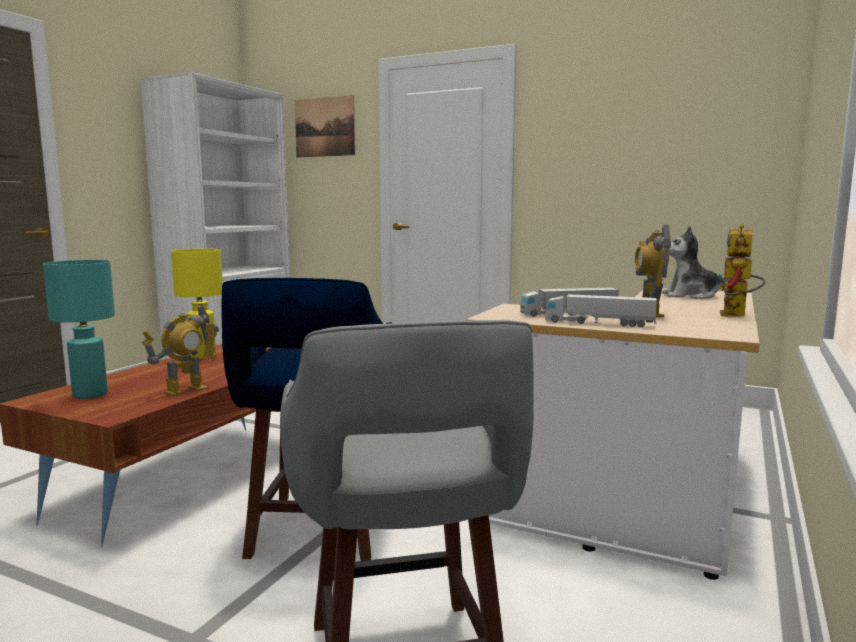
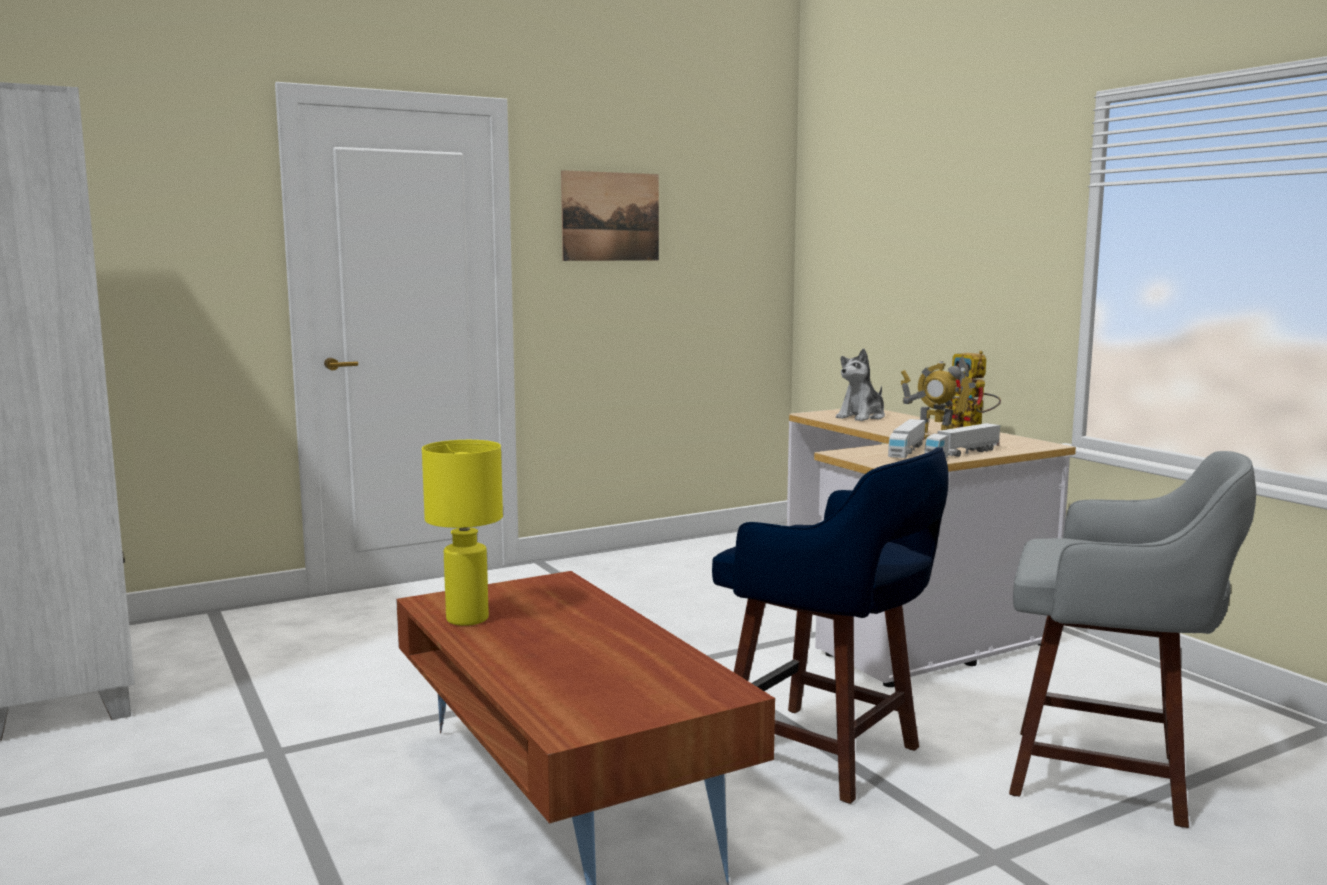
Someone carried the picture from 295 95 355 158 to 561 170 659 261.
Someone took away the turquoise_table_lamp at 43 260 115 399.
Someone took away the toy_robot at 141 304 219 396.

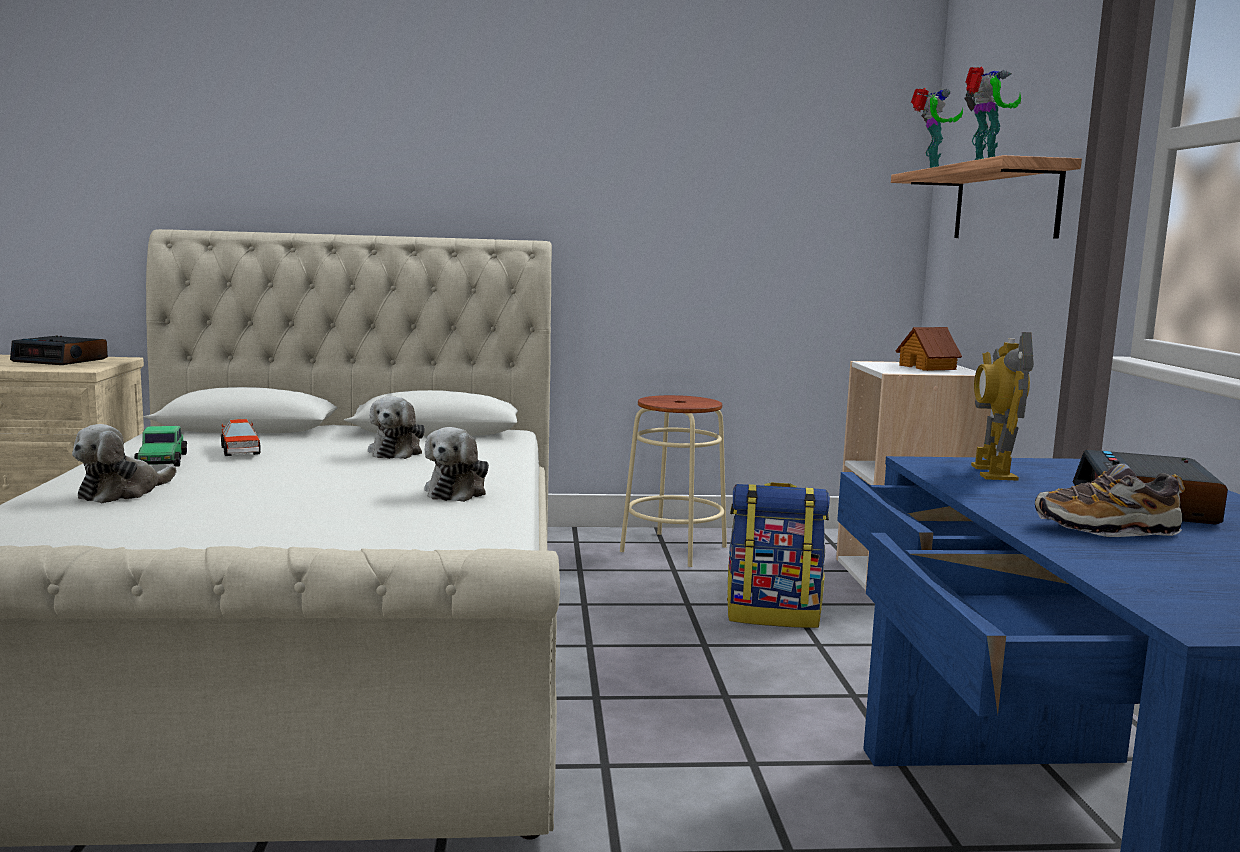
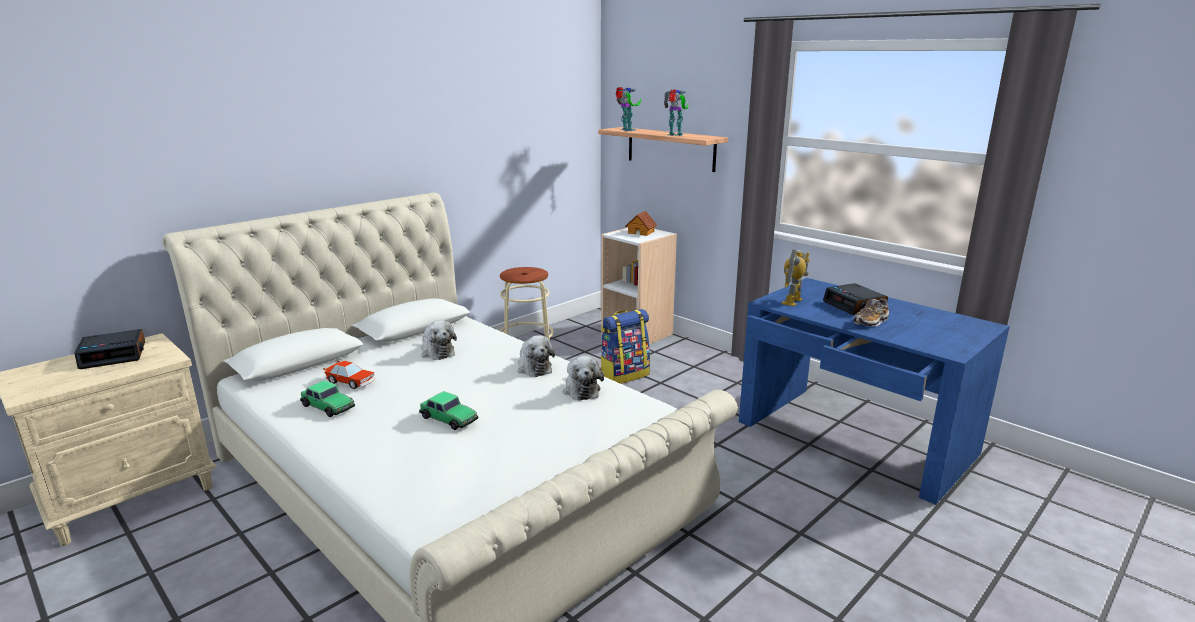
Someone rotated the toy_robot at 971 332 1034 481 by 75 degrees clockwise.
Someone carried the plush_toy from 72 424 177 503 to 563 356 604 401.
Someone put down the toy_car at 419 391 478 430.

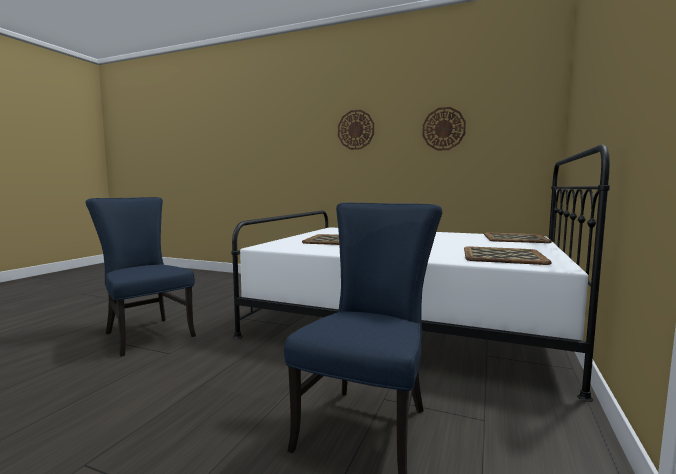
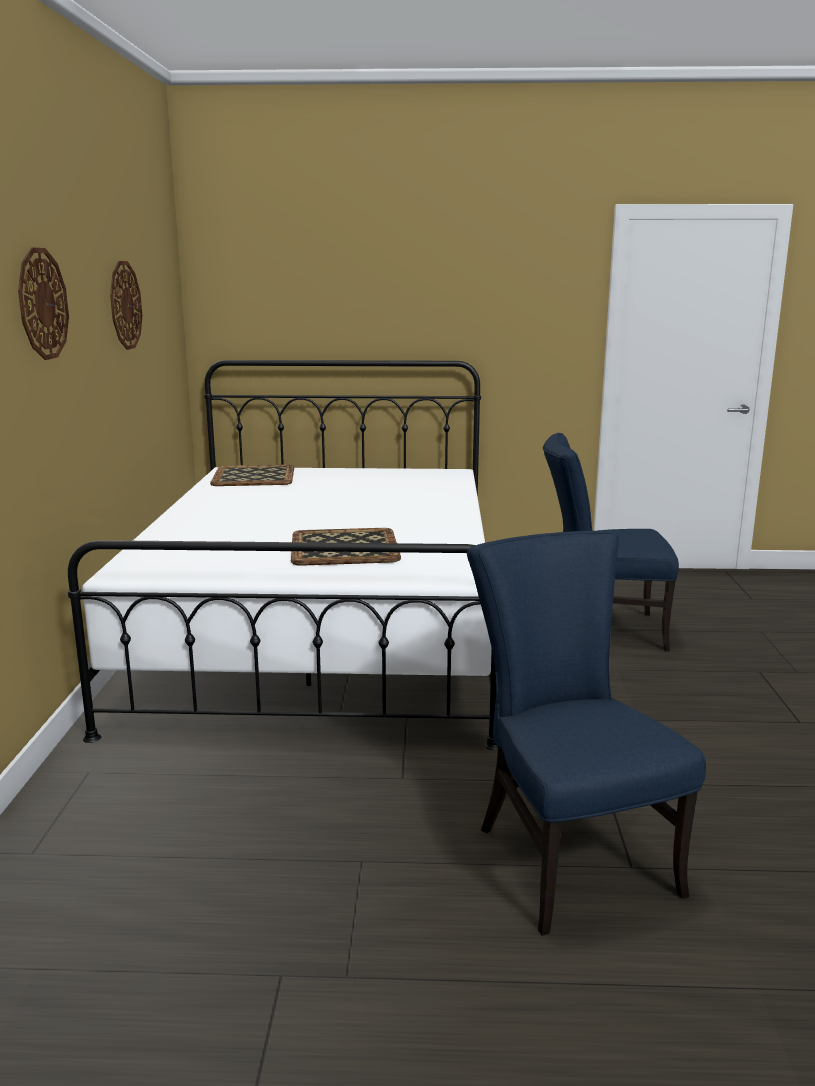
Someone rotated the blue_chair at 86 197 196 357 by 135 degrees clockwise.
Someone took away the tray at 464 247 551 265.

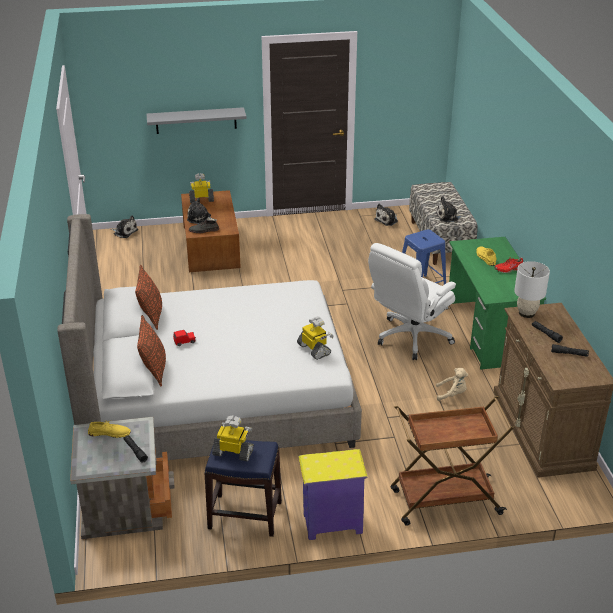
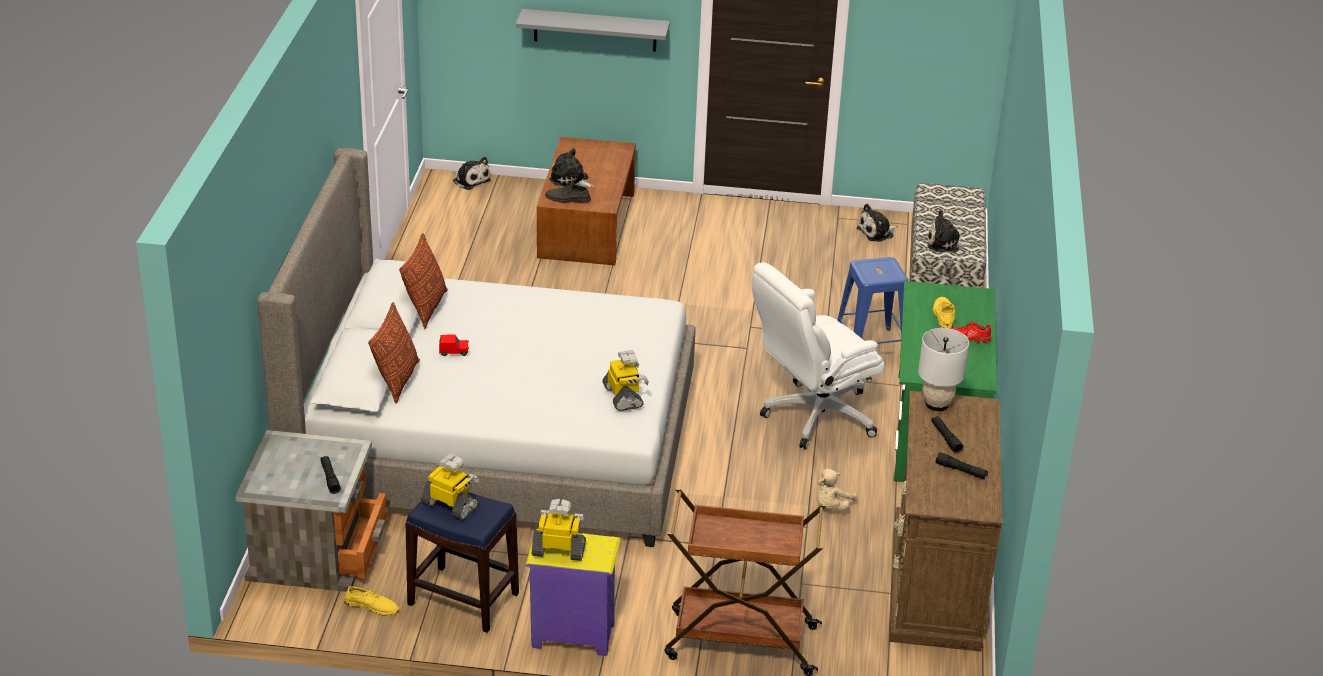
Someone carried the toy_robot from 189 173 214 203 to 532 499 586 561.
Someone rotated the beige_plush_toy at 436 368 468 401 by 105 degrees clockwise.
Someone carried the yellow_shoe from 88 420 131 438 to 344 586 399 616.

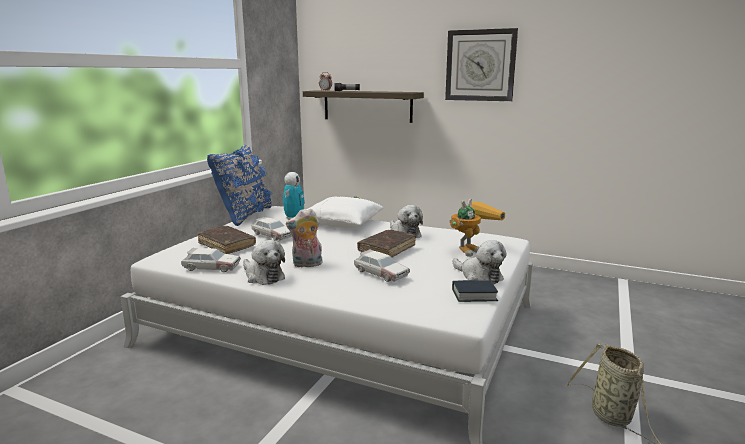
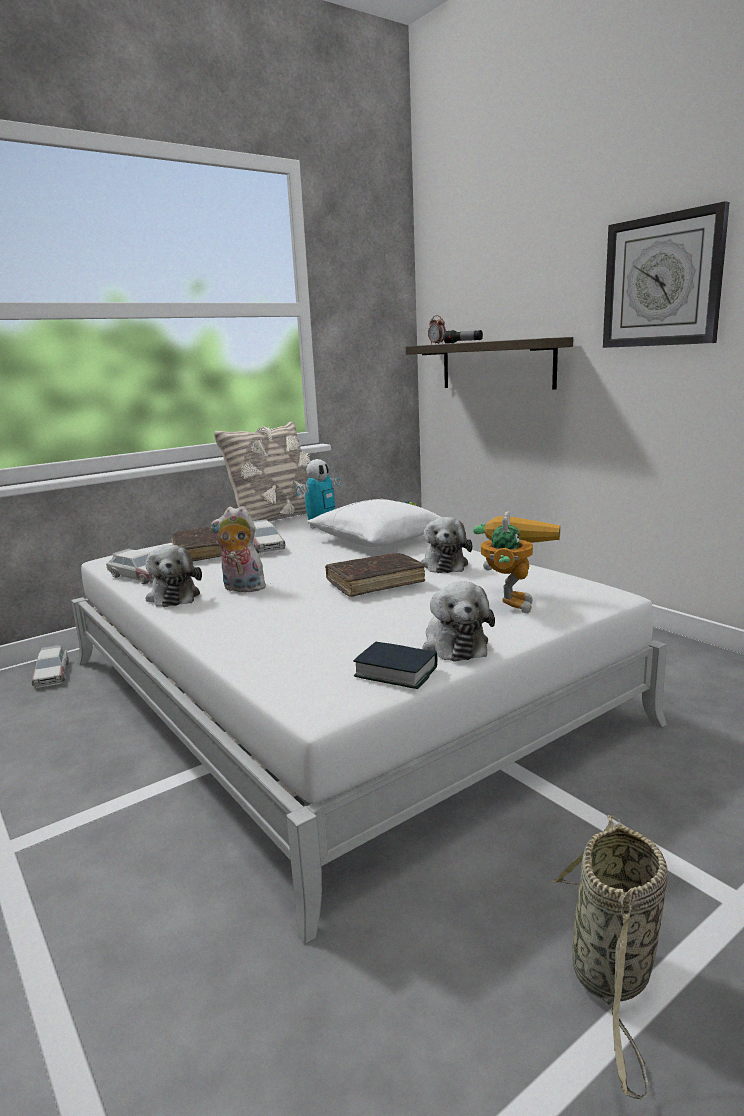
Someone repainted the blue_pillow at 207 145 273 226, which became the beige_pillow at 214 422 311 521.
Someone rotated the toy_robot at 449 198 505 257 by 60 degrees counterclockwise.
Someone carried the toy_car from 354 249 410 282 to 32 645 69 688.

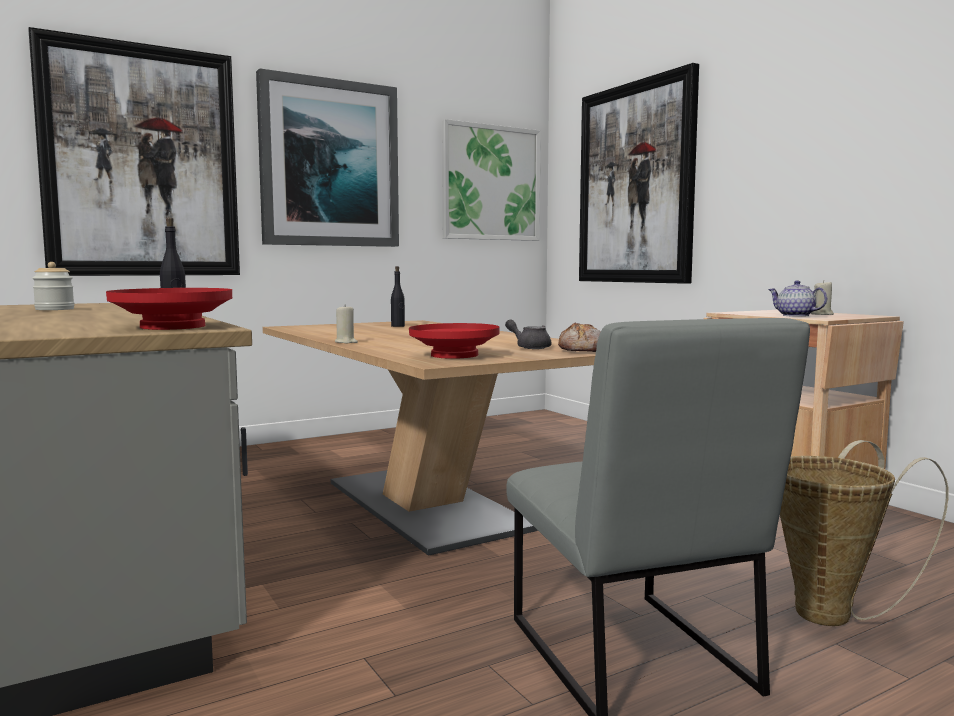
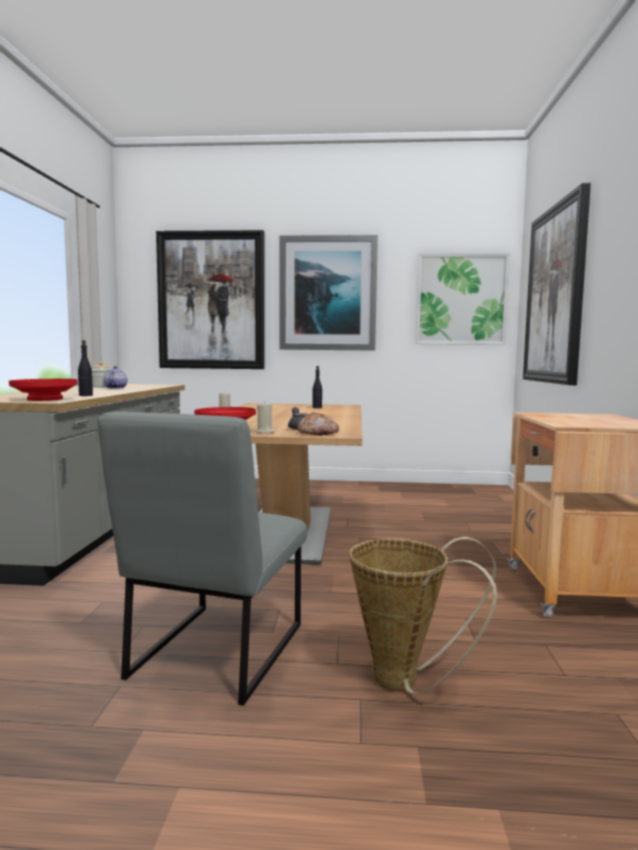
Someone carried the teapot from 768 280 827 317 to 103 366 127 389.
Someone carried the beige_candle from 810 281 834 315 to 255 401 275 433.

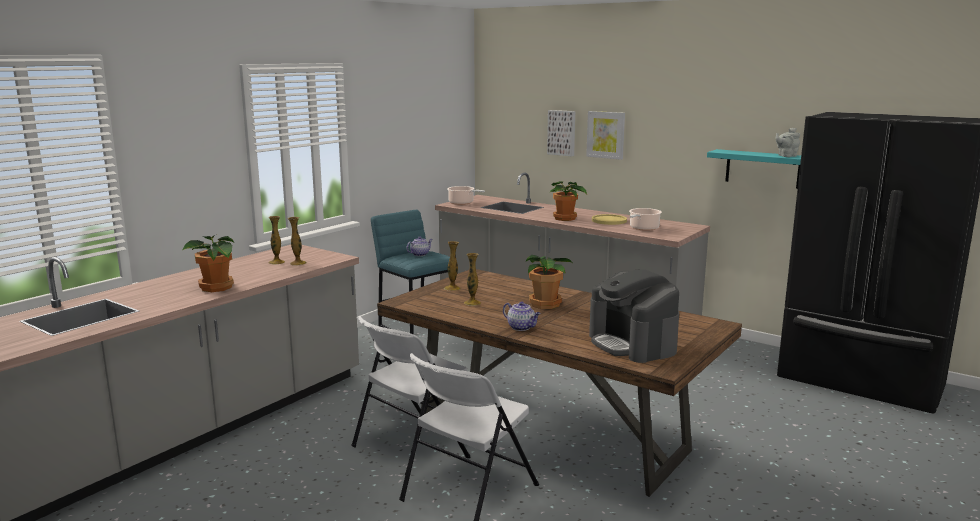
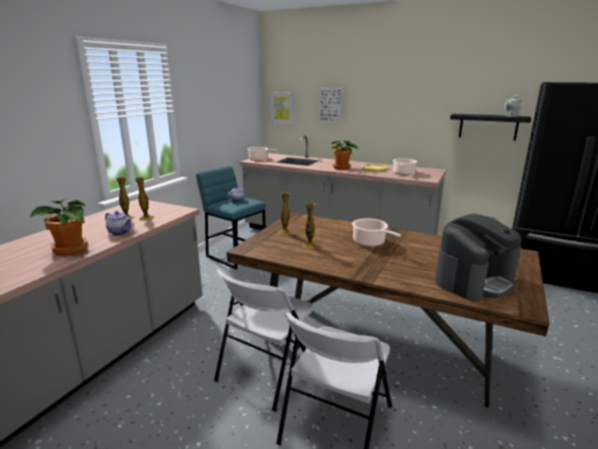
Someone carried the picture from 586 111 625 160 to 270 92 294 125.
Someone repainted the turquoise_shelf at 707 149 801 189, which became the black_shelf at 450 114 531 141.
Someone swapped the potted_plant at 525 255 572 309 for the cooking_pot at 352 218 401 247.
Someone rotated the coffee_machine at 589 269 679 363 by 90 degrees counterclockwise.
Someone carried the teapot from 503 301 541 331 to 105 211 131 235.

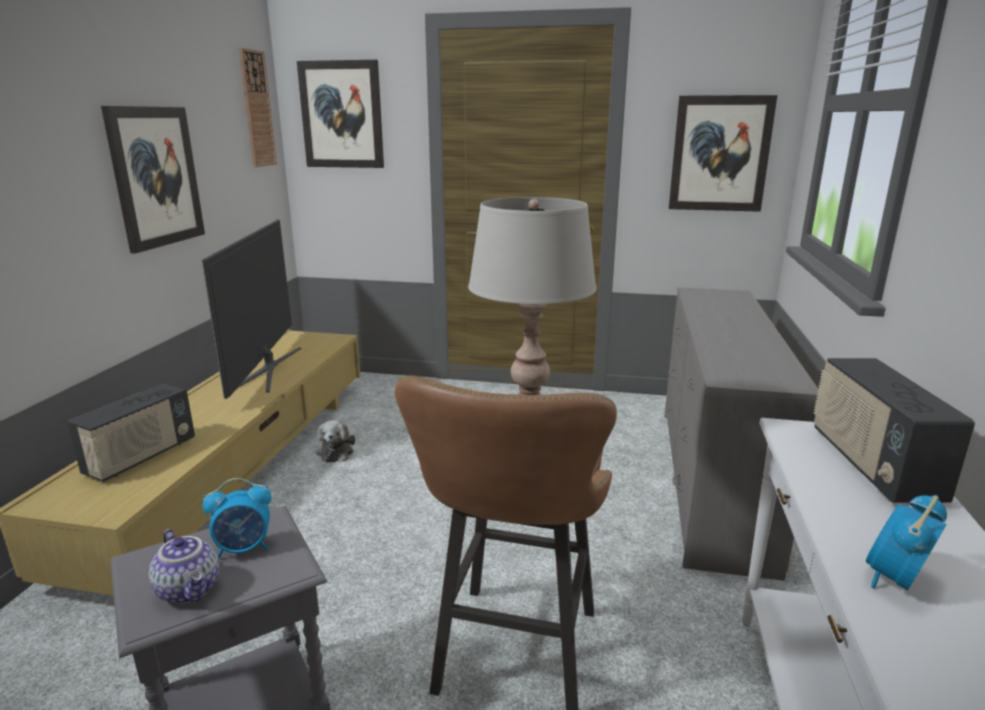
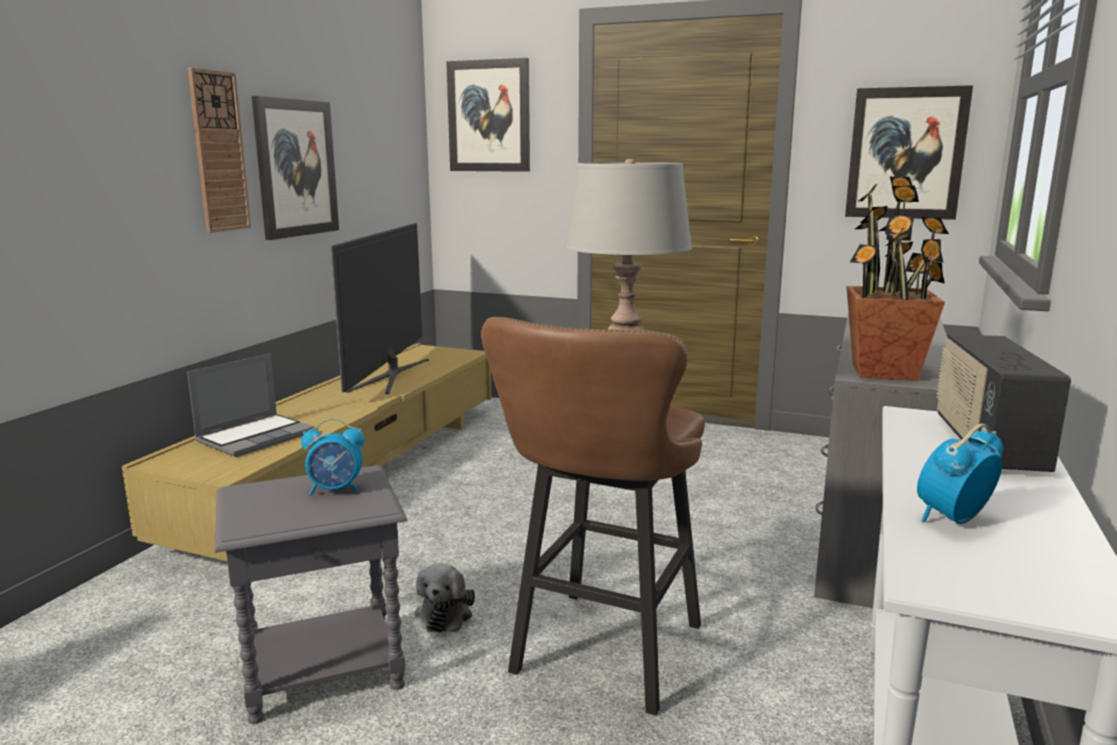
Someone carried the wall_clock from 239 48 277 167 to 188 68 251 233.
Someone swapped the radio at 67 384 195 482 for the laptop at 187 354 315 457.
Someone carried the plush_toy from 317 420 355 462 to 415 563 475 632.
Someone took away the teapot at 149 529 220 604.
Someone put down the potted_plant at 846 177 949 381.

